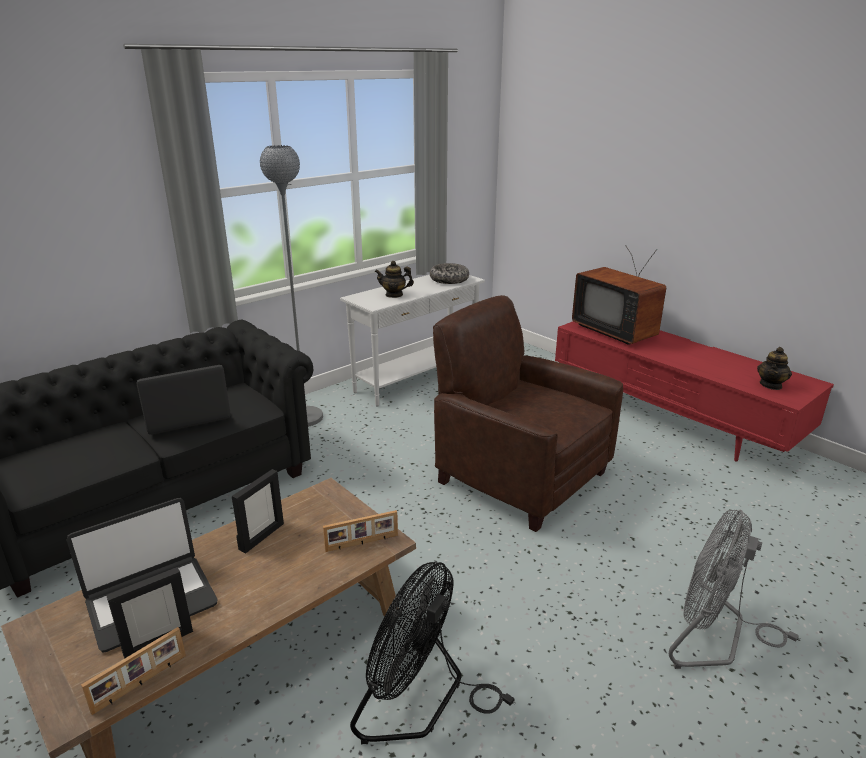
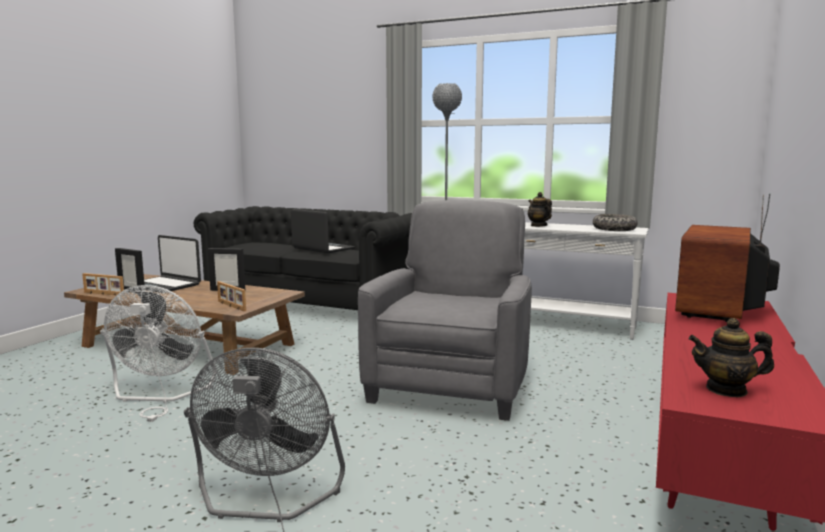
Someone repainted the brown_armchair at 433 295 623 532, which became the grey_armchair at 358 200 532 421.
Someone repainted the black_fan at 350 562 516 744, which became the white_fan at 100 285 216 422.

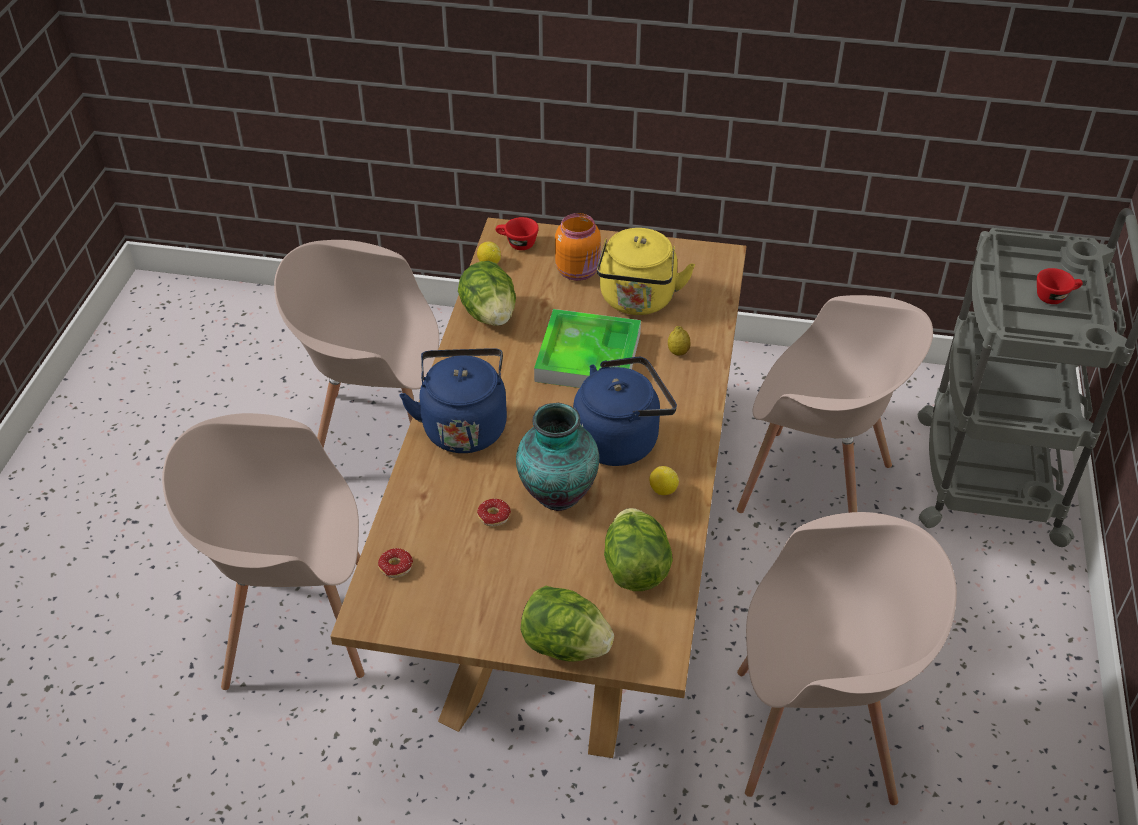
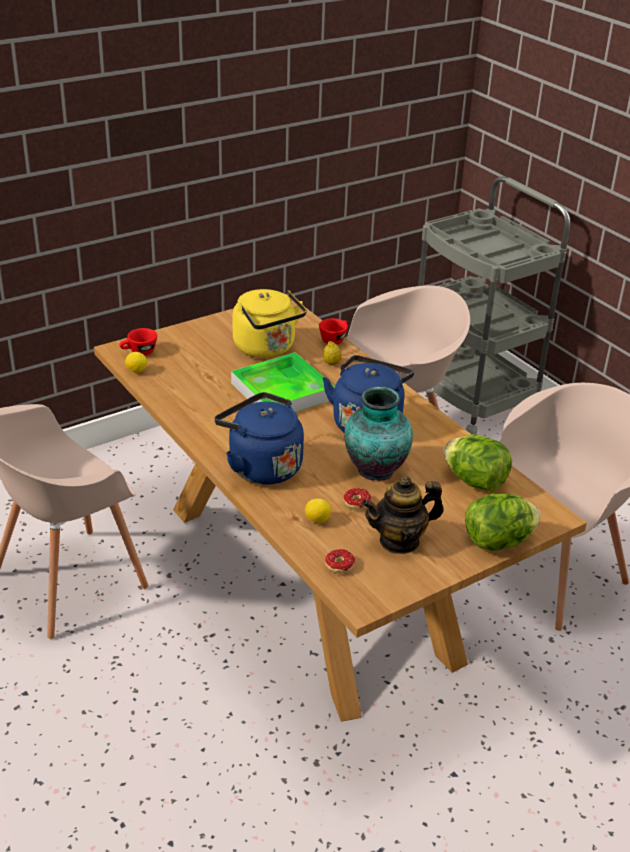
Someone took away the orange_jar at 555 213 601 281.
Someone took away the lettuce at 458 261 516 326.
Someone carried the red_cup from 1037 268 1083 304 to 319 318 348 345.
Someone took away the beige_chair at 162 413 365 690.
Someone carried the lemon from 649 466 679 495 to 305 499 331 524.
Someone put down the teapot at 362 476 444 554.

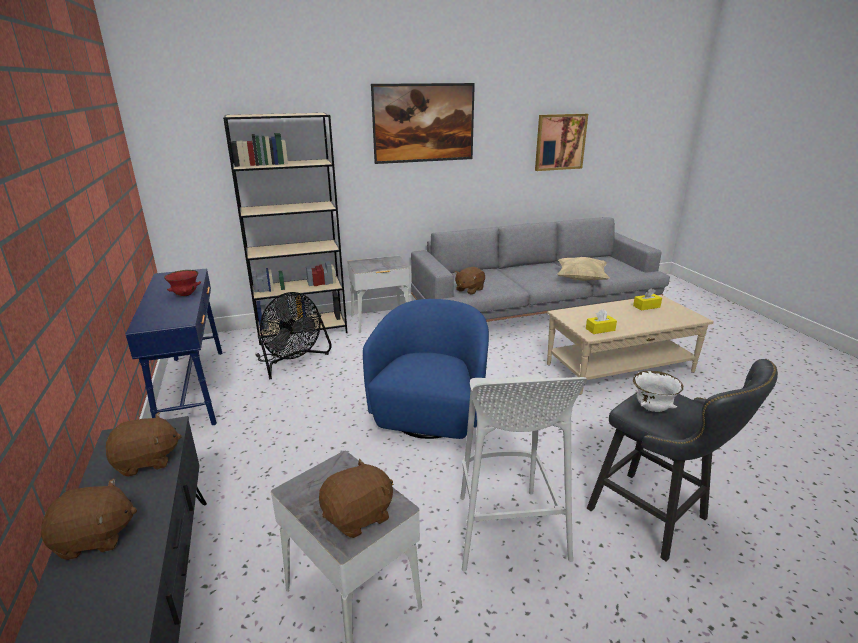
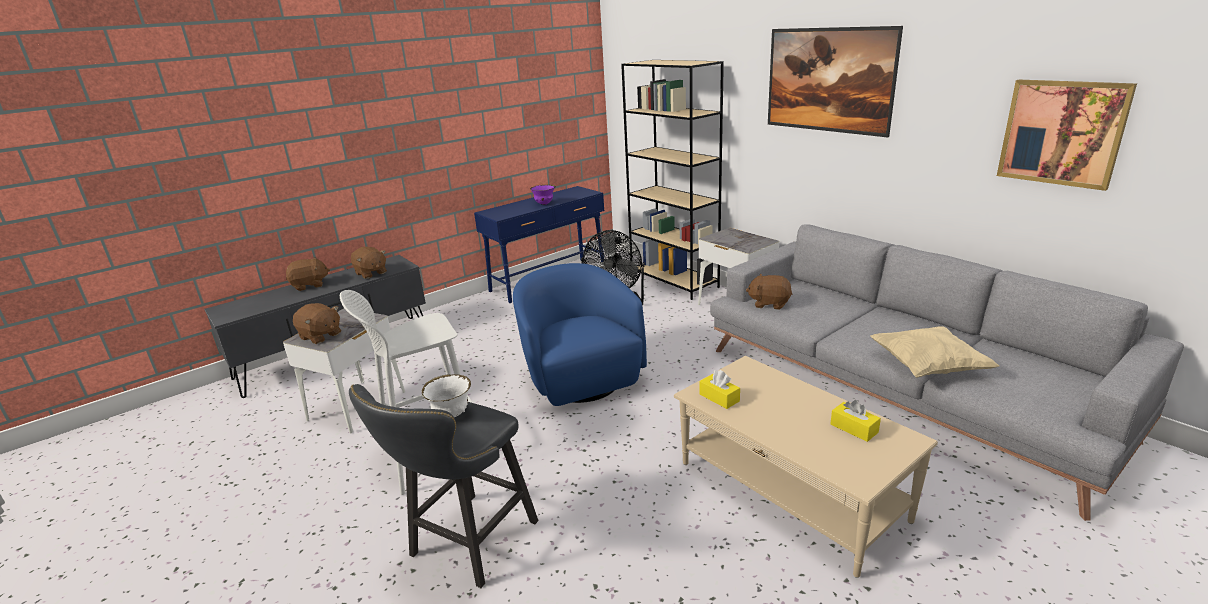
Someone repainted the red_bowl at 164 270 201 296, which became the purple_bowl at 530 185 556 205.
Someone rotated the blue_armchair at 363 299 489 439 by 105 degrees counterclockwise.
Someone rotated the brown_plush_toy at 41 478 137 560 by 75 degrees counterclockwise.

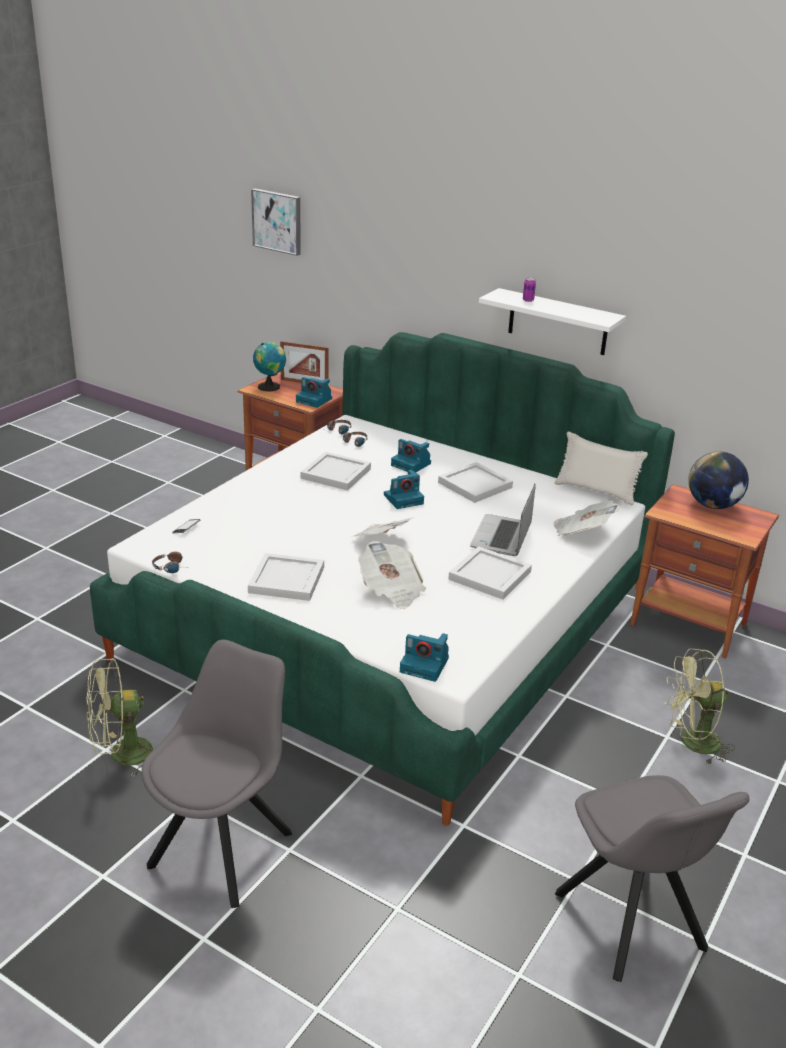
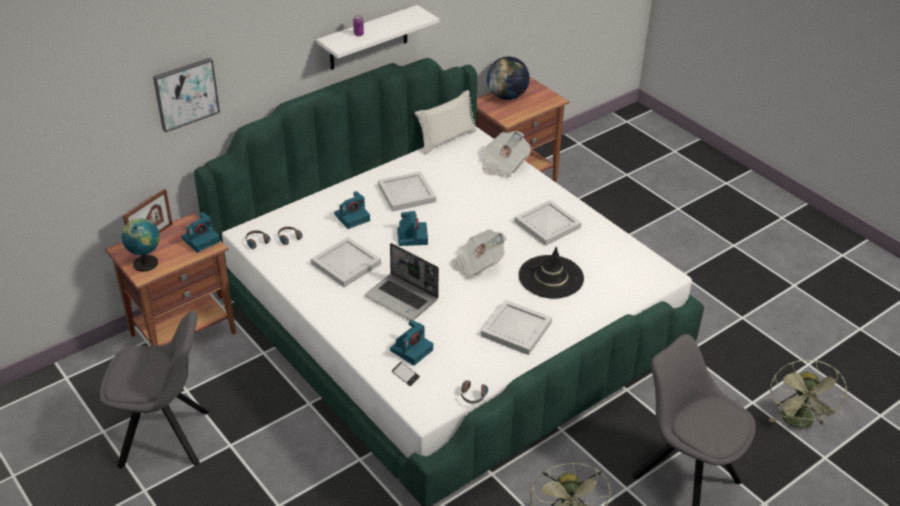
Someone carried the picture from 251 188 301 256 to 153 58 220 133.
Someone carried the laptop from 470 484 536 556 to 365 243 439 320.
Someone swapped the newspaper at 358 541 426 609 for the black_hat at 519 247 584 299.
Someone carried the photo_camera from 400 633 449 682 to 390 320 433 366.
Someone carried the green_fan from 665 649 735 764 to 769 360 847 428.
Someone carried the grey_chair from 555 775 750 982 to 99 311 209 469.

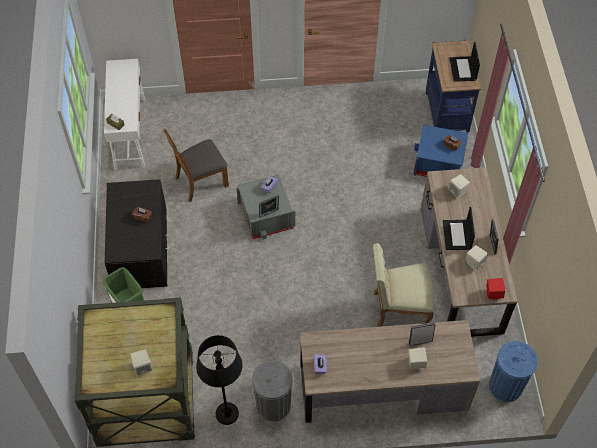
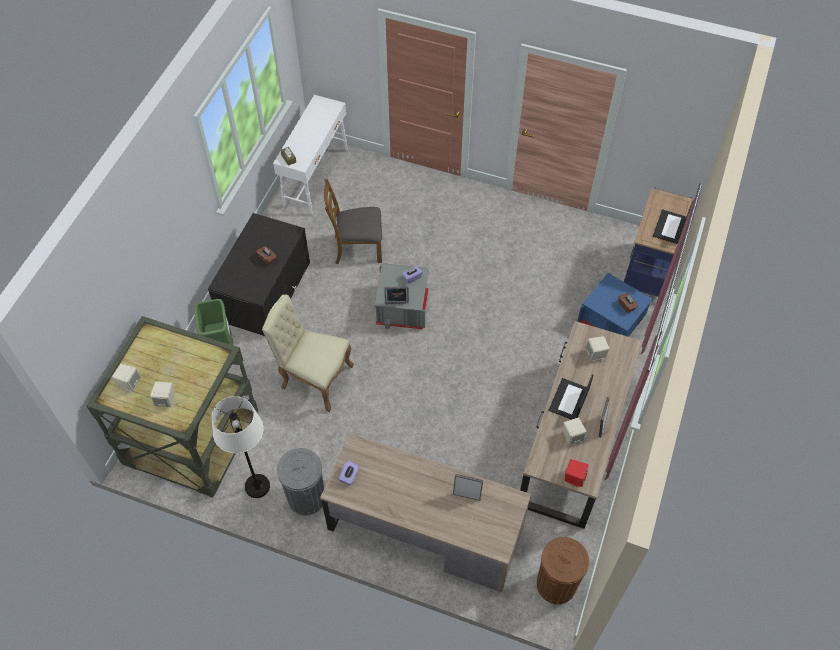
Someone carried the beige_chair from 373 243 434 327 to 262 294 354 412.
Someone repainted the black_floor_lamp at 196 335 243 425, which became the white_floor_lamp at 211 396 270 498.
Someone repainted the blue_trash_can at 489 341 538 402, which became the brown_trash_can at 537 537 589 604.
Someone carried the beige_speaker from 408 347 427 370 to 112 364 141 392.

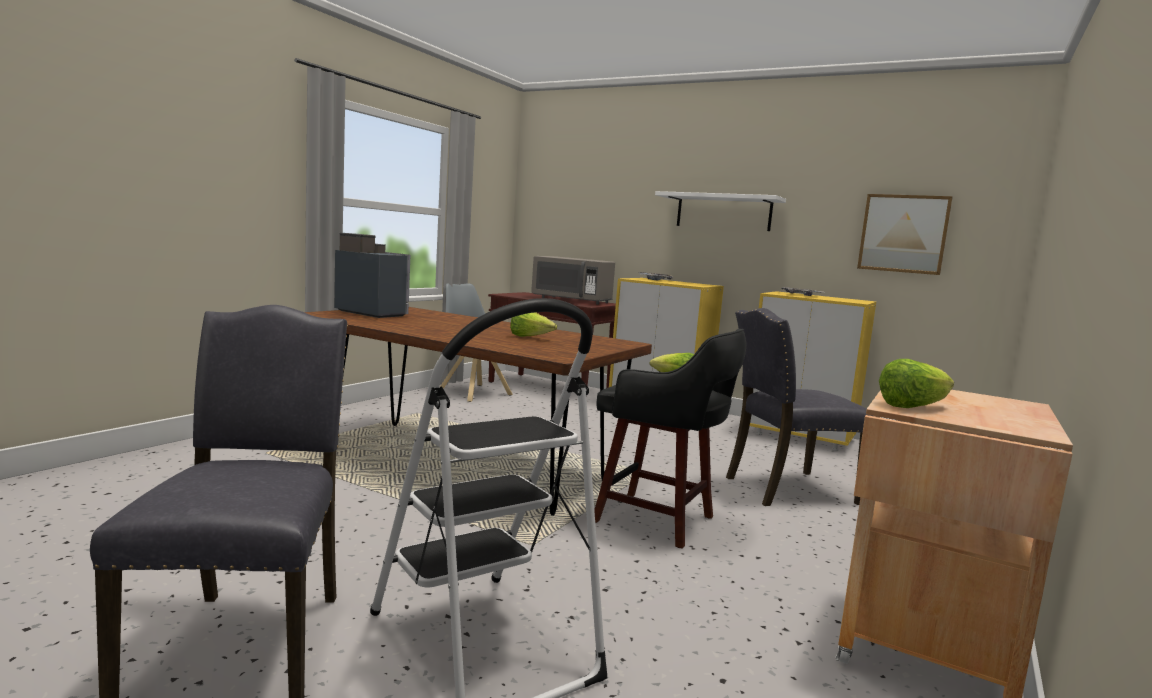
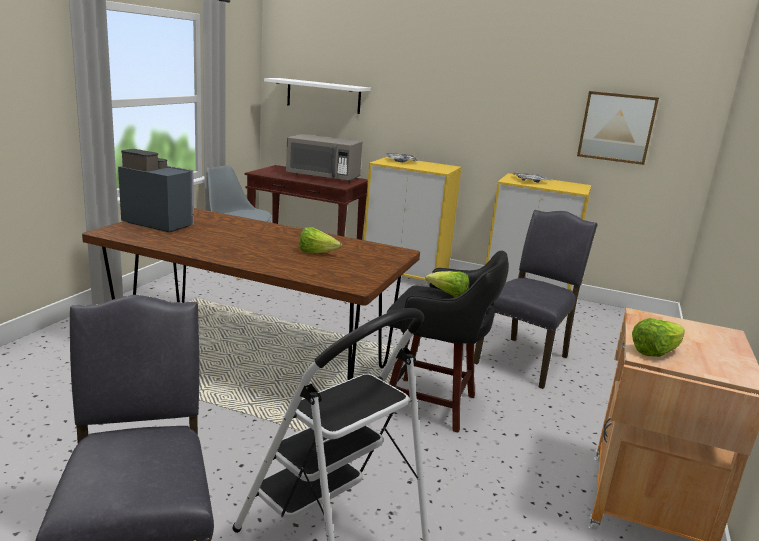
Someone carried the white_shelf from 655 191 786 231 to 264 78 371 114.
Someone rotated the grey_chair at 726 308 872 506 by 150 degrees clockwise.

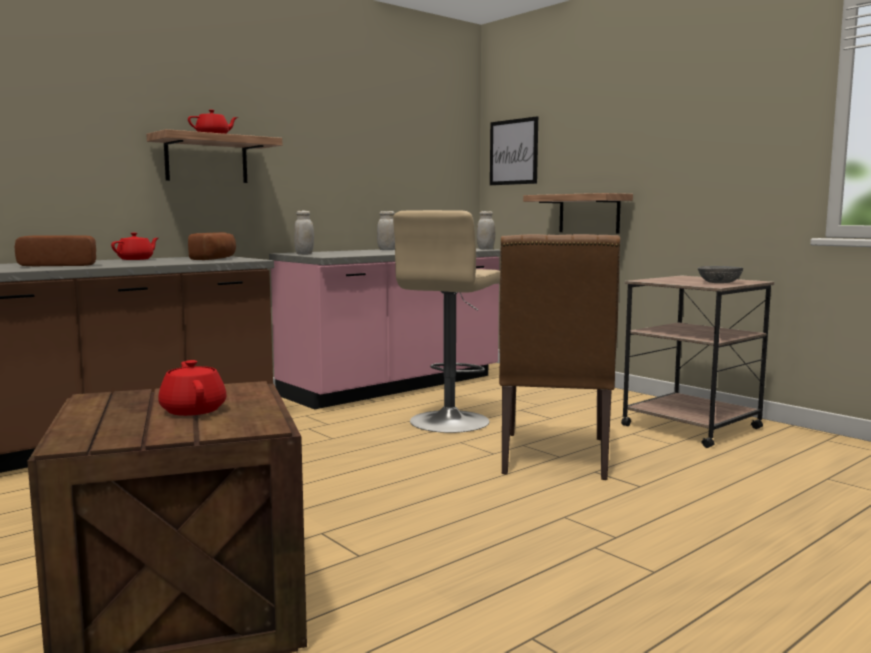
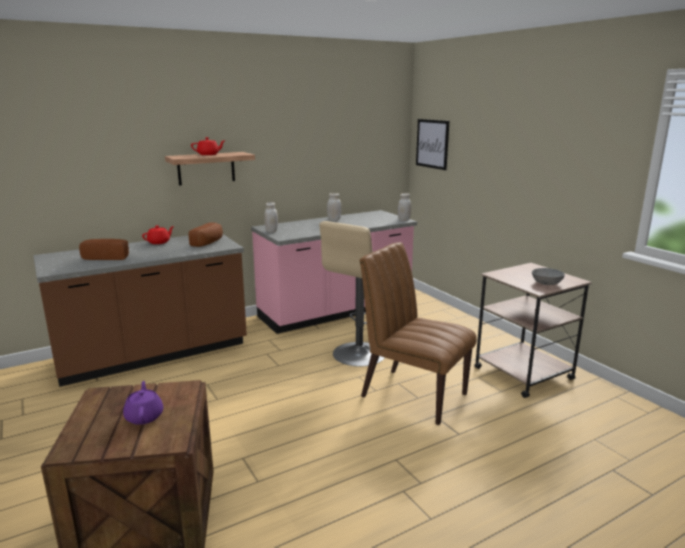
Someone took away the shelf at 523 193 633 233.
Someone rotated the brown_chair at 499 234 620 480 by 105 degrees clockwise.
Someone repainted the red_teapot at 158 360 227 416, which became the purple_teapot at 123 381 163 425.

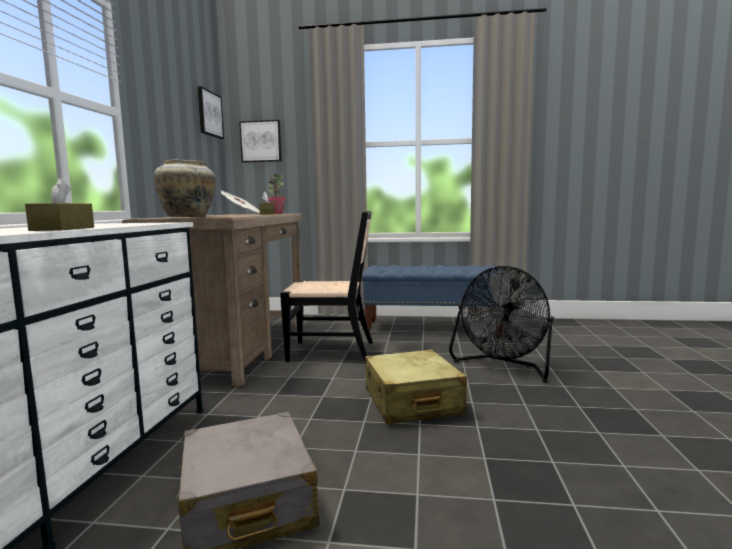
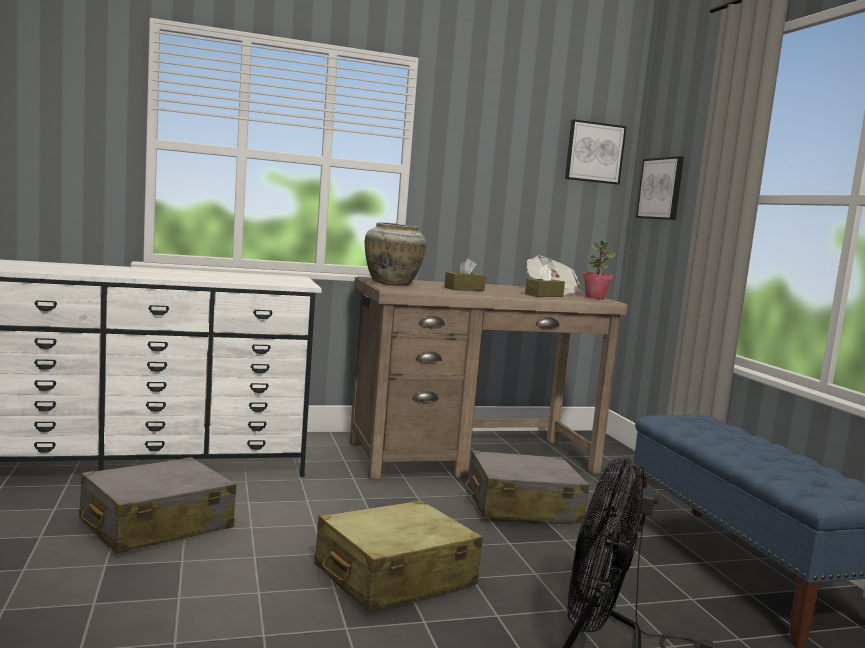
Someone carried the brown_tissue_box from 25 178 94 231 to 444 258 486 291.
Someone swapped the chair at 280 211 373 362 for the grey_suitcase at 466 450 589 523.

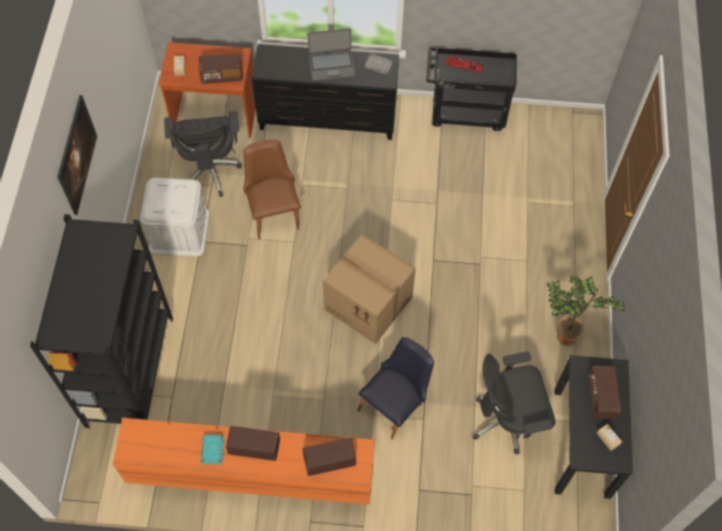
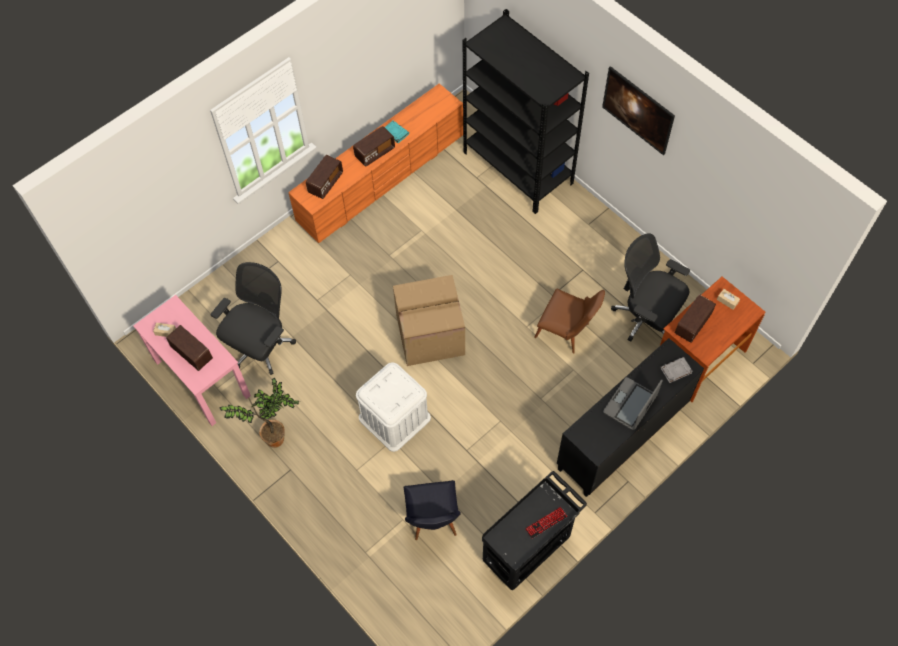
Someone carried the grey_book from 364 53 393 75 to 660 357 693 383.
Someone carried the white_storage_box from 140 178 209 257 to 356 363 431 452.
Someone carried the black_chair from 357 337 434 439 to 403 480 461 540.
Someone repainted the black_desk at 555 355 633 499, which became the pink_desk at 133 295 251 426.

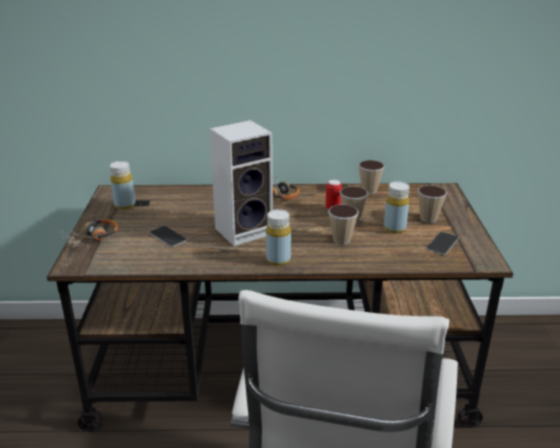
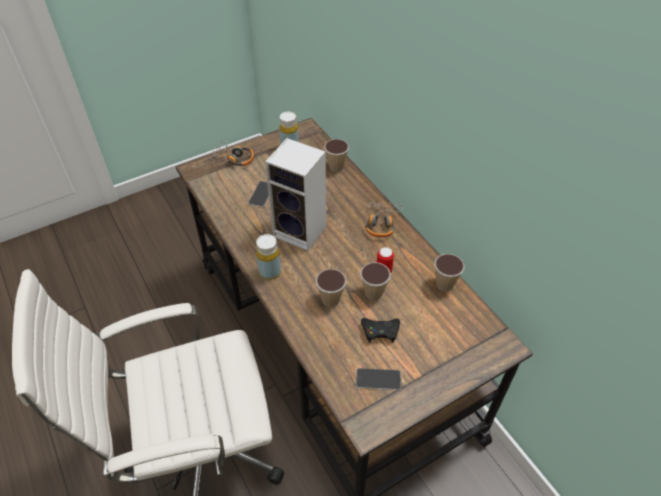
Someone swapped the yellow_bottle at 384 181 409 233 for the black_game_controller at 361 318 400 343.
Someone carried the cup from 418 185 447 223 to 324 139 349 172.

